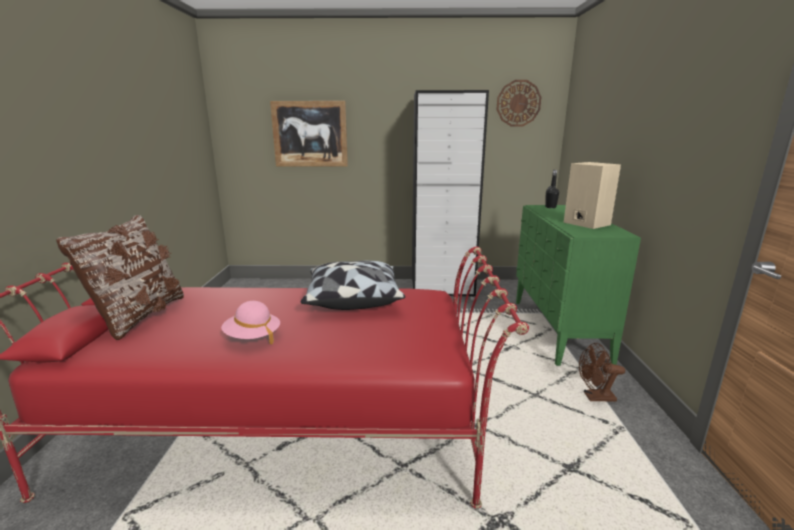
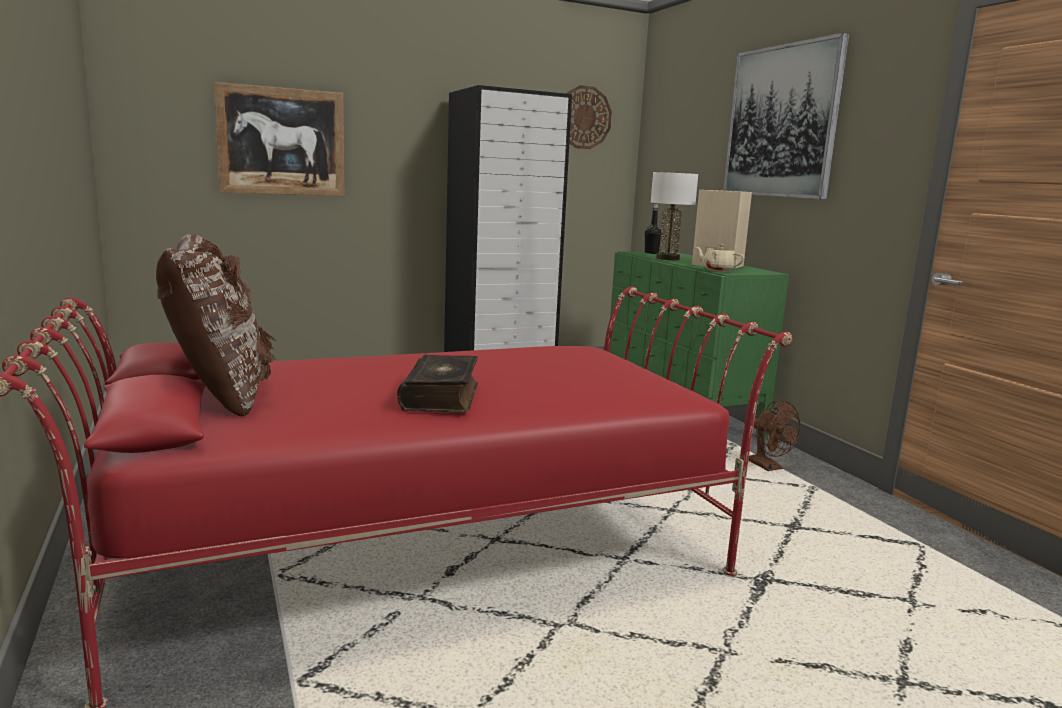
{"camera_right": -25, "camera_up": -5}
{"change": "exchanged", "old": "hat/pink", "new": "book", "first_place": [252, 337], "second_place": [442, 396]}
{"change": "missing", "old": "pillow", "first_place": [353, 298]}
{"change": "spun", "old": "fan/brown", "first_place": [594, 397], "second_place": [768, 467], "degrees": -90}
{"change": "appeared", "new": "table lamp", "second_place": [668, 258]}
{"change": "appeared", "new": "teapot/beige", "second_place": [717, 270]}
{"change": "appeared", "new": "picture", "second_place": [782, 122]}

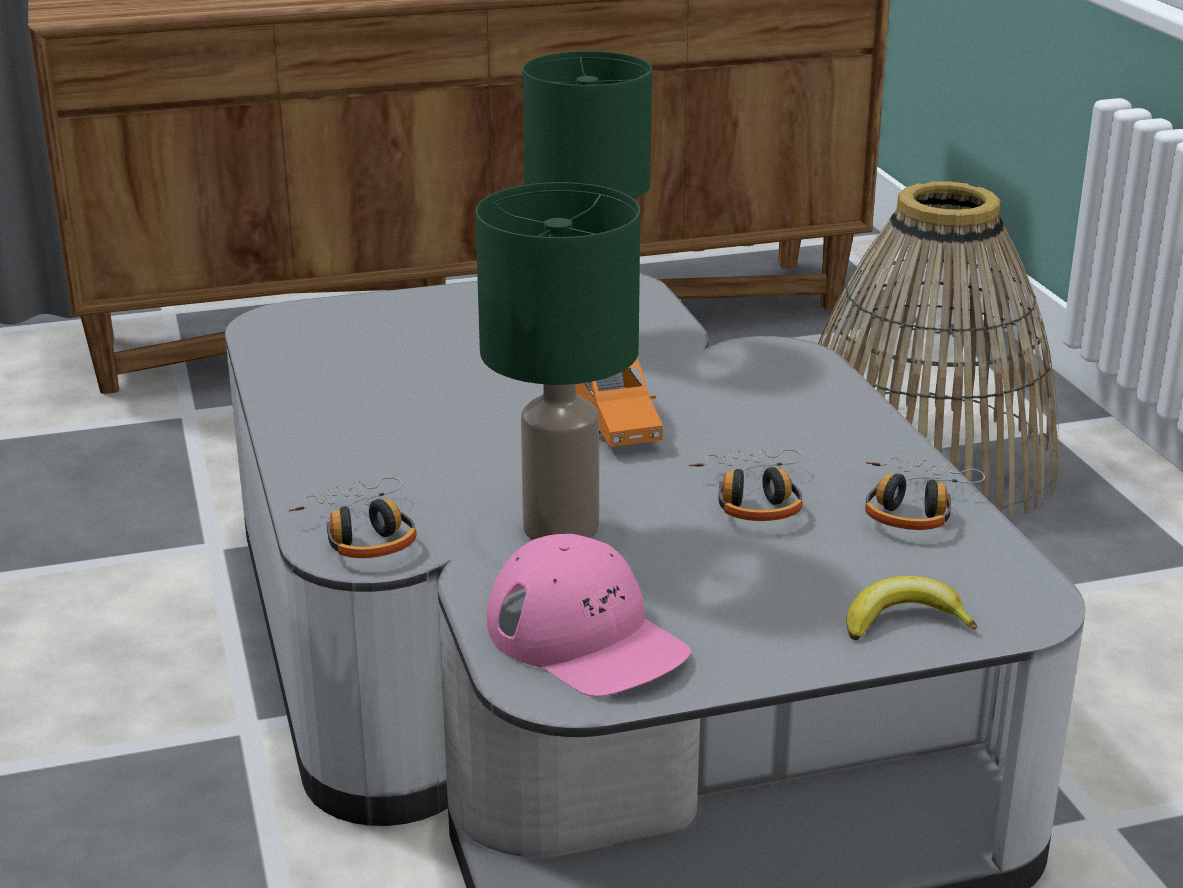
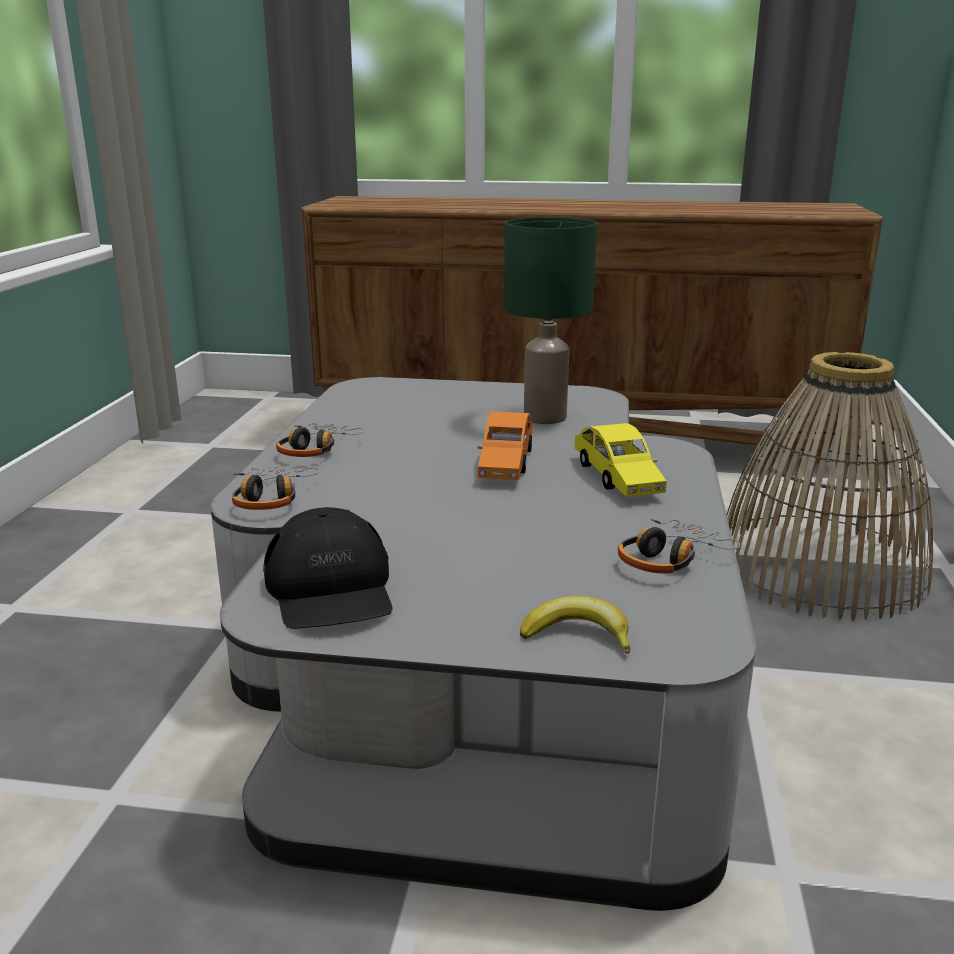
{"camera_right": 25, "camera_up": -5}
{"change": "missing", "old": "table lamp/green", "first_place": [560, 526]}
{"change": "colour", "old": "cap/pink", "new": "cap/black", "first_place": [586, 638], "second_place": [331, 589]}
{"change": "relocated", "old": "headphones", "first_place": [753, 498], "second_place": [315, 449]}
{"change": "appeared", "new": "toy car/yellow", "second_place": [616, 477]}

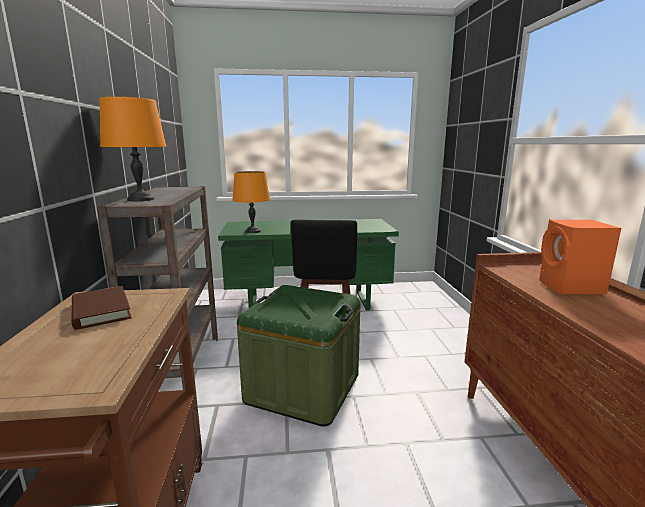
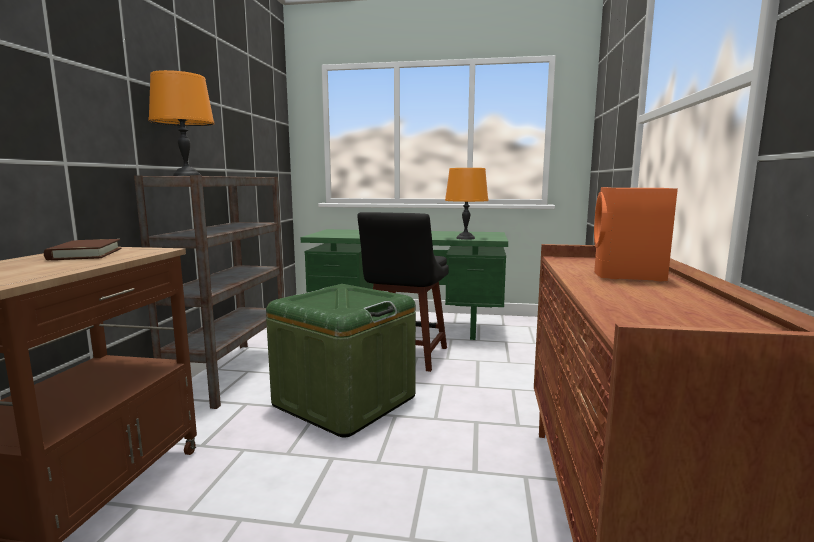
{"camera_right": 15, "camera_up": -5}
{"change": "relocated", "old": "table lamp/orange", "first_place": [253, 231], "second_place": [466, 238]}

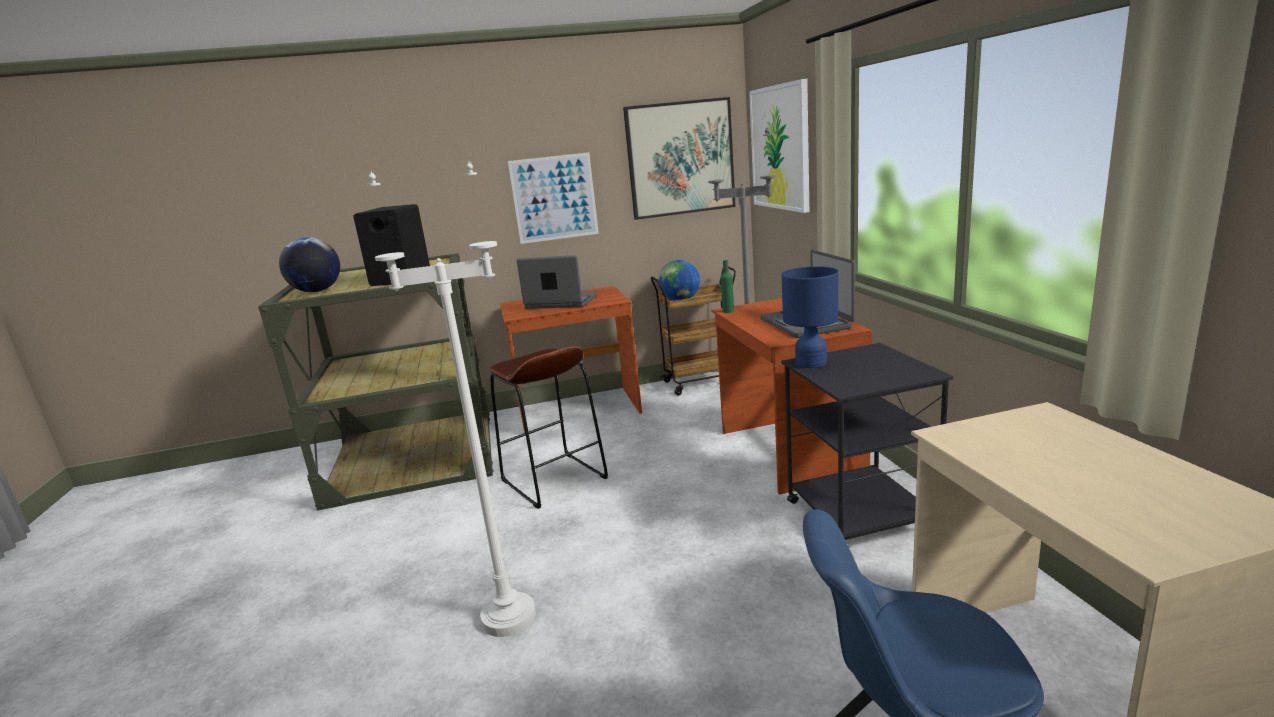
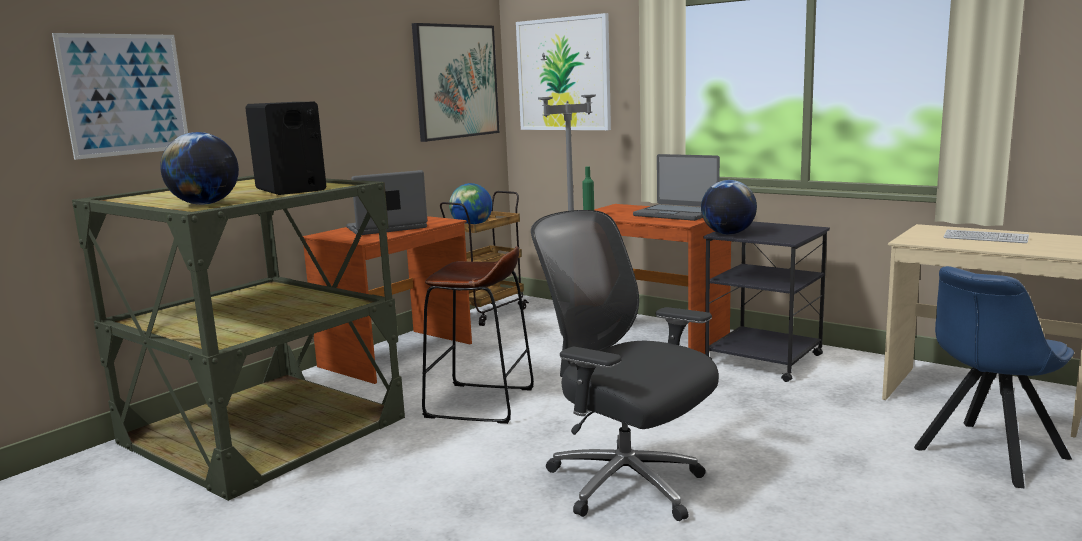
{"camera_right": -40, "camera_up": -5}
{"change": "exchanged", "old": "floor lamp/white", "new": "office chair", "first_place": [509, 617], "second_place": [627, 485]}
{"change": "relocated", "old": "picture", "first_place": [554, 198], "second_place": [125, 94]}
{"change": "exchanged", "old": "table lamp/blue", "new": "globe", "first_place": [810, 363], "second_place": [728, 234]}
{"change": "appeared", "new": "keyboard", "second_place": [985, 238]}

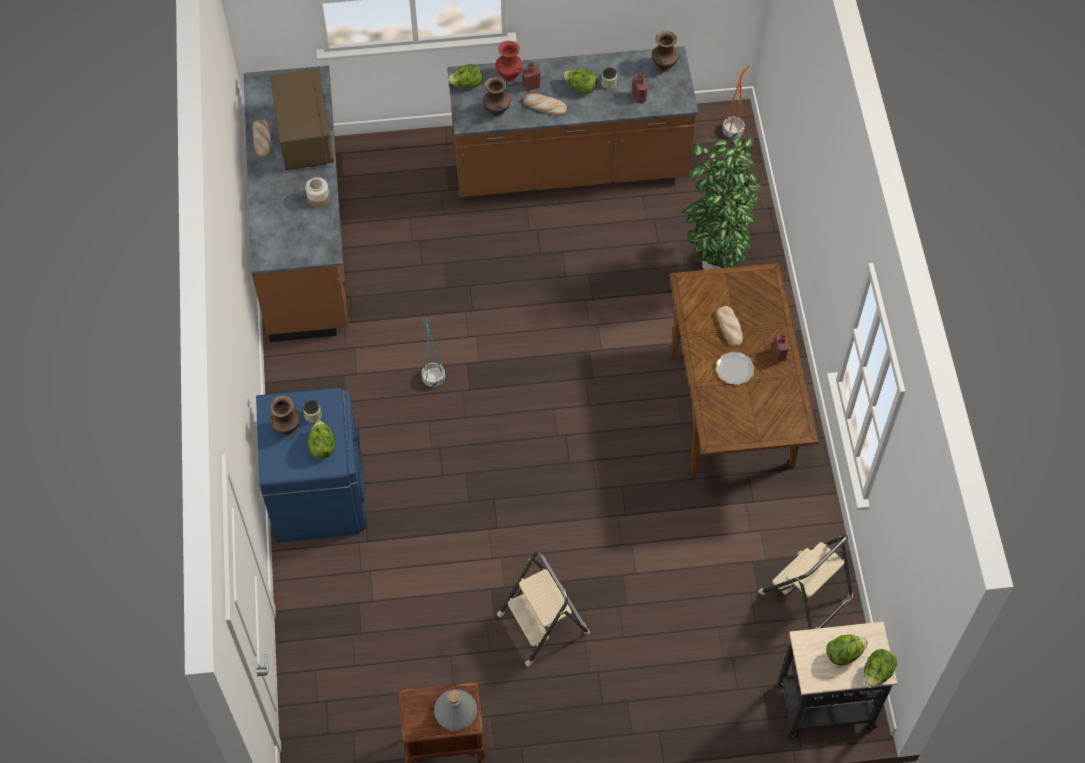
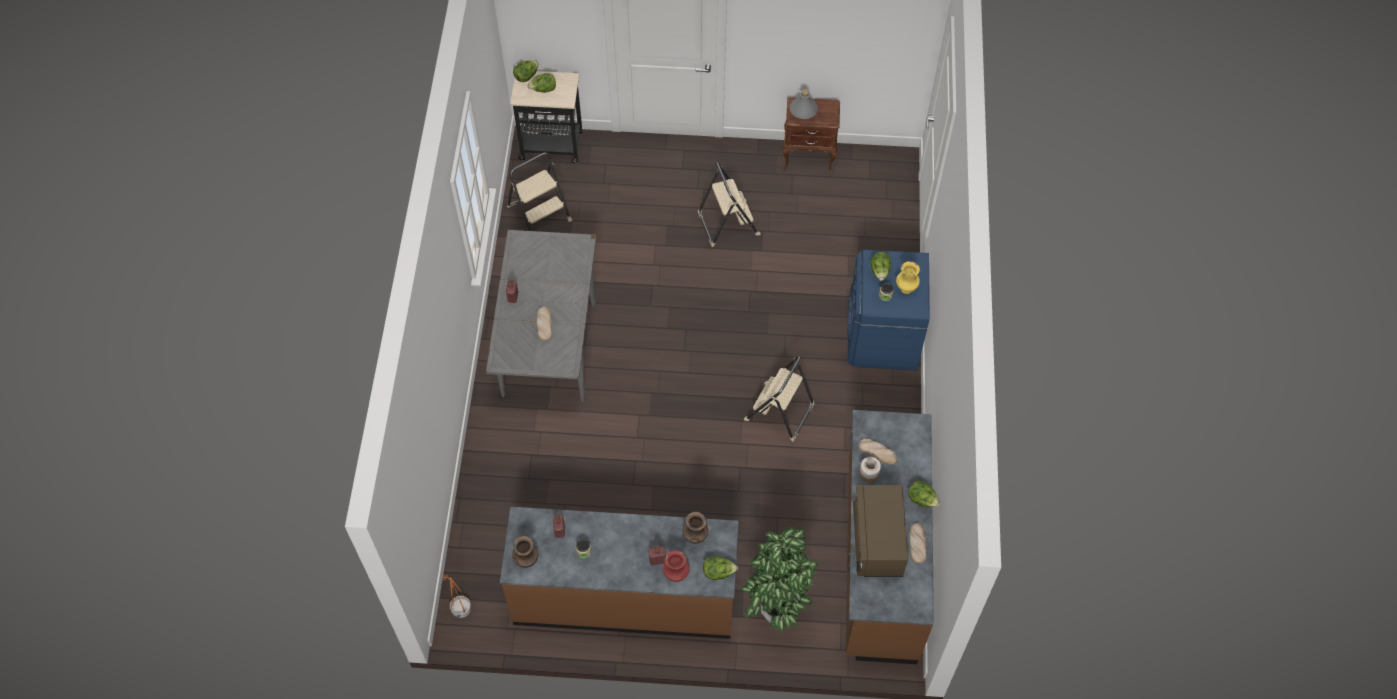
{"camera_right": -170, "camera_up": 0}
{"change": "colour", "old": "vase/brown", "new": "vase/yellow", "first_place": [287, 428], "second_place": [905, 289]}
{"change": "exchanged", "old": "planter/turquoise", "new": "step ladder/beige", "first_place": [433, 378], "second_place": [781, 413]}
{"change": "relocated", "old": "bread", "first_place": [544, 106], "second_place": [878, 452]}
{"change": "relocated", "old": "lettuce", "first_place": [580, 88], "second_place": [922, 499]}
{"change": "colour", "old": "dining table/brown", "new": "dining table/grey", "first_place": [731, 411], "second_place": [549, 348]}
{"change": "relocated", "old": "potted plant", "first_place": [713, 269], "second_place": [776, 616]}
{"change": "missing", "old": "plate", "first_place": [735, 369]}

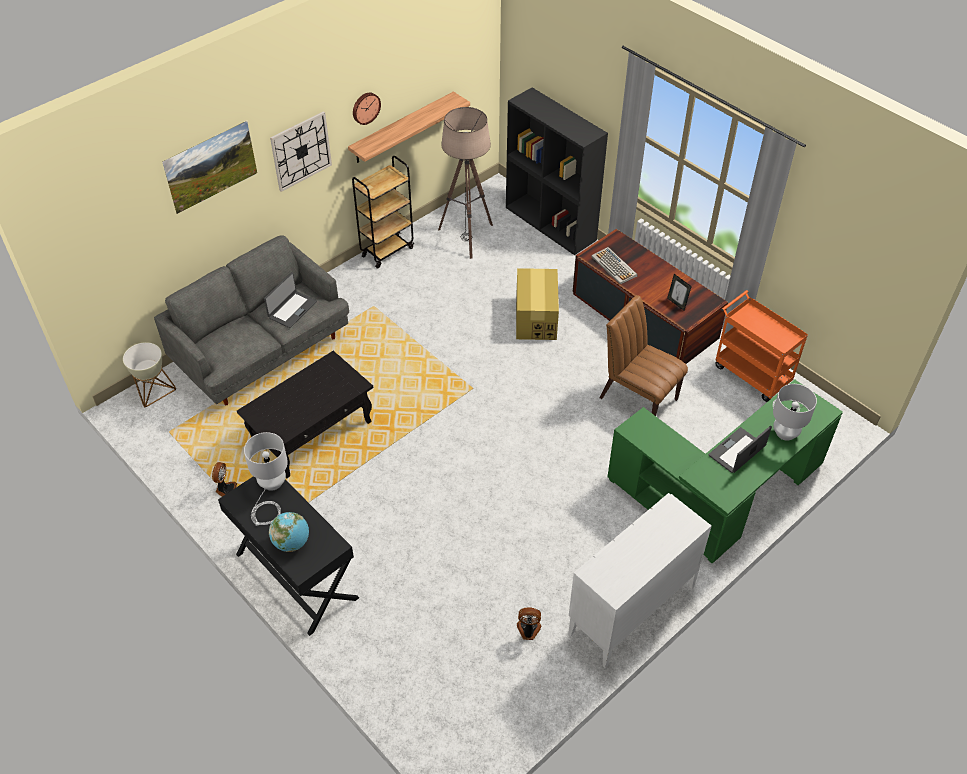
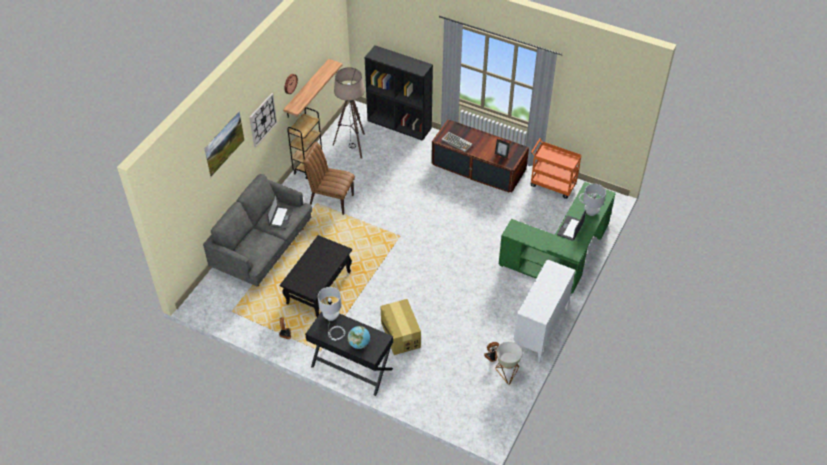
{"camera_right": -20, "camera_up": 0}
{"change": "relocated", "old": "planter", "first_place": [155, 392], "second_place": [507, 372]}
{"change": "relocated", "old": "cardboard box", "first_place": [536, 318], "second_place": [400, 334]}
{"change": "relocated", "old": "chair/brown", "first_place": [639, 399], "second_place": [331, 200]}

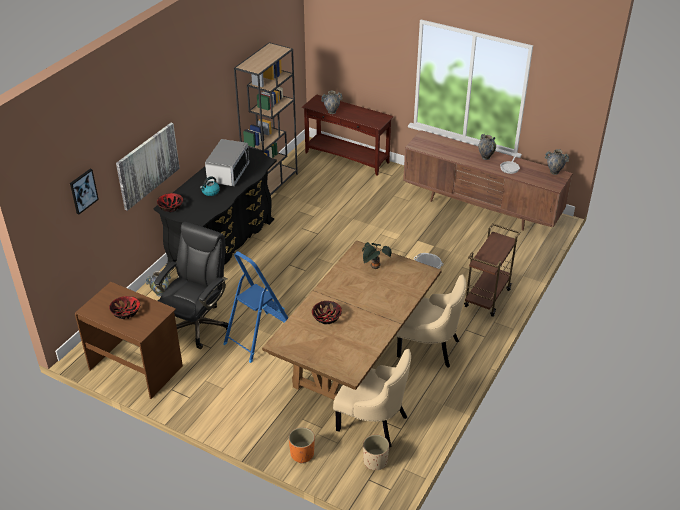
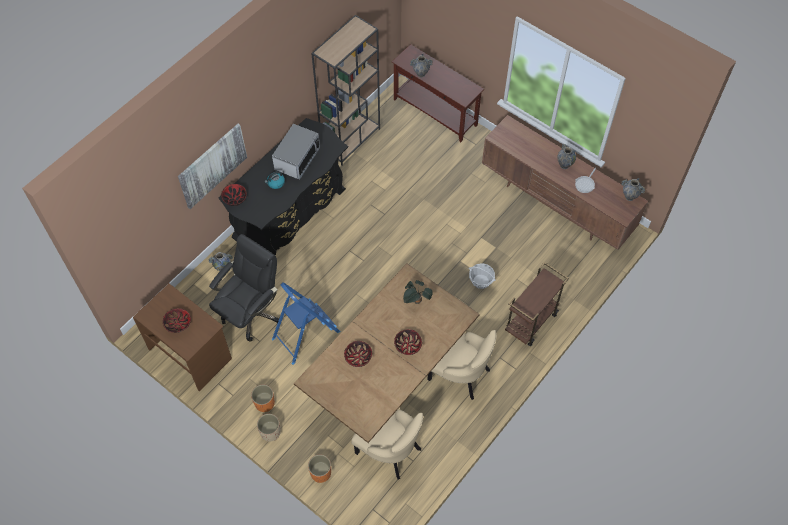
{"camera_right": 10, "camera_up": 20}
{"change": "missing", "old": "picture", "first_place": [83, 191]}
{"change": "relocated", "old": "planter/beige", "first_place": [375, 461], "second_place": [270, 432]}
{"change": "appeared", "new": "planter/orange", "second_place": [264, 403]}
{"change": "appeared", "new": "bowl", "second_place": [408, 345]}

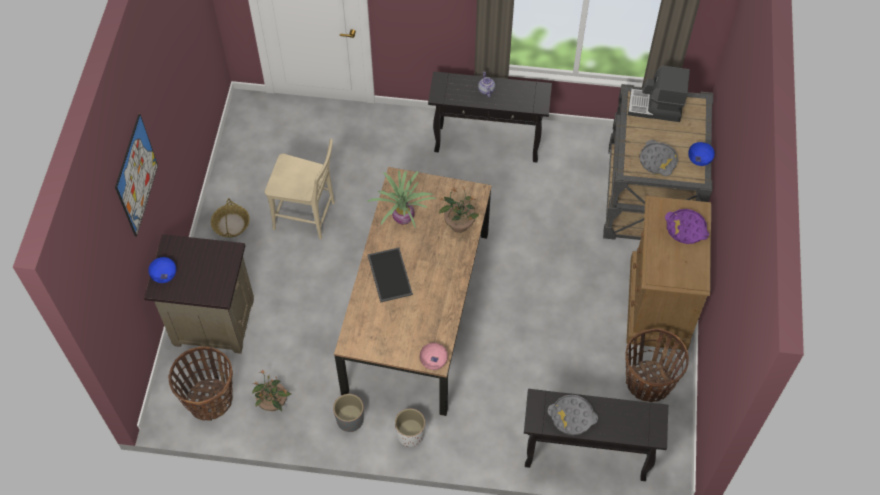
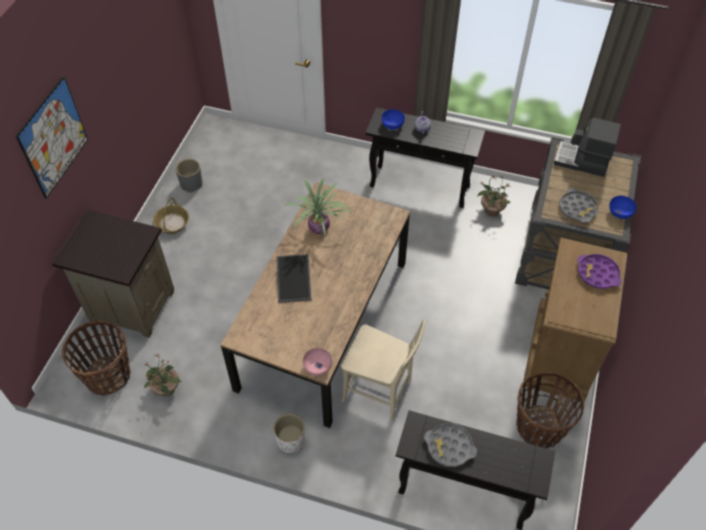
{"camera_right": 10, "camera_up": -5}
{"change": "relocated", "old": "bowl/blue", "first_place": [164, 274], "second_place": [393, 125]}
{"change": "relocated", "old": "chair/beige", "first_place": [307, 216], "second_place": [380, 392]}
{"change": "relocated", "old": "planter/grey", "first_place": [350, 419], "second_place": [191, 184]}
{"change": "relocated", "old": "potted plant", "first_place": [459, 224], "second_place": [491, 210]}

